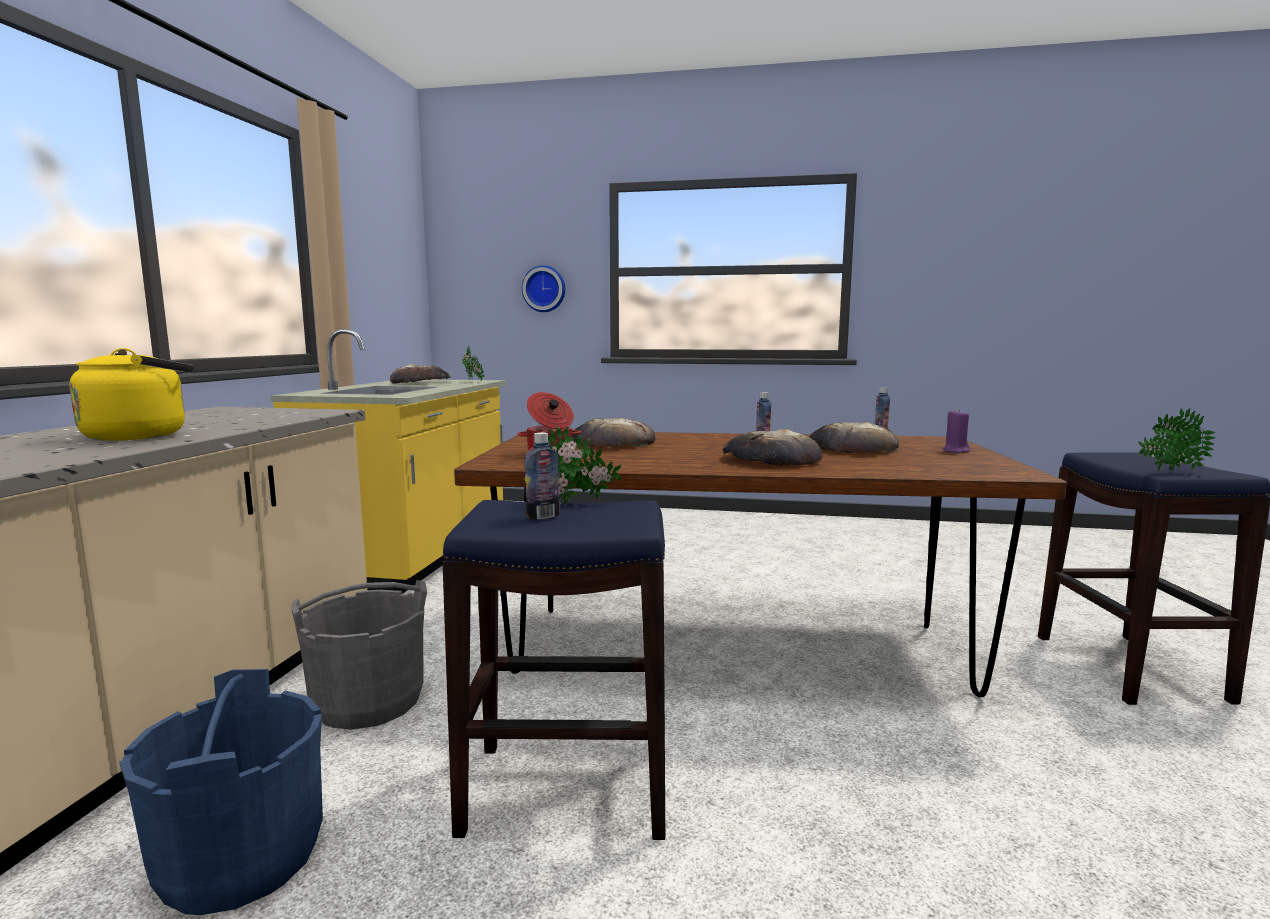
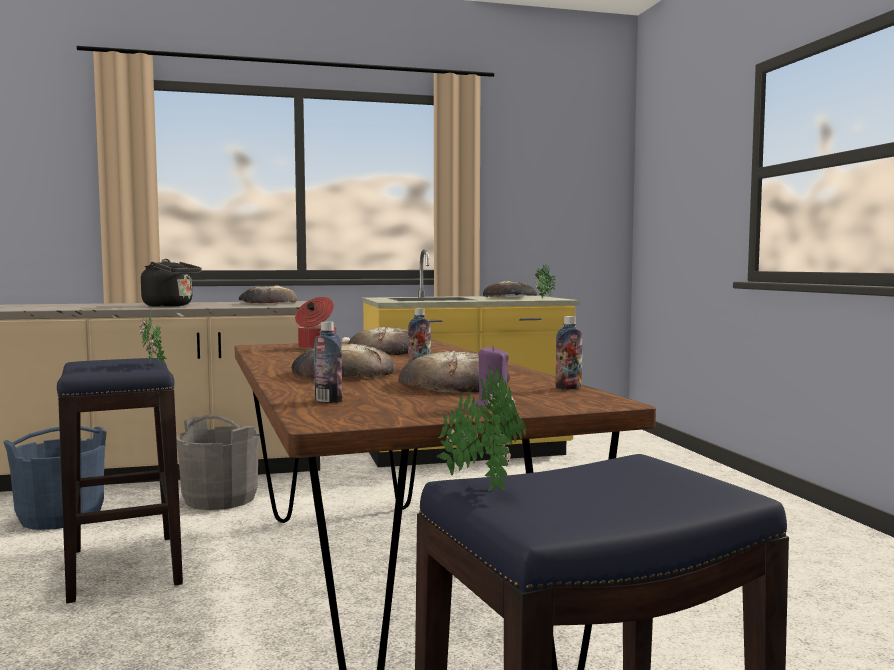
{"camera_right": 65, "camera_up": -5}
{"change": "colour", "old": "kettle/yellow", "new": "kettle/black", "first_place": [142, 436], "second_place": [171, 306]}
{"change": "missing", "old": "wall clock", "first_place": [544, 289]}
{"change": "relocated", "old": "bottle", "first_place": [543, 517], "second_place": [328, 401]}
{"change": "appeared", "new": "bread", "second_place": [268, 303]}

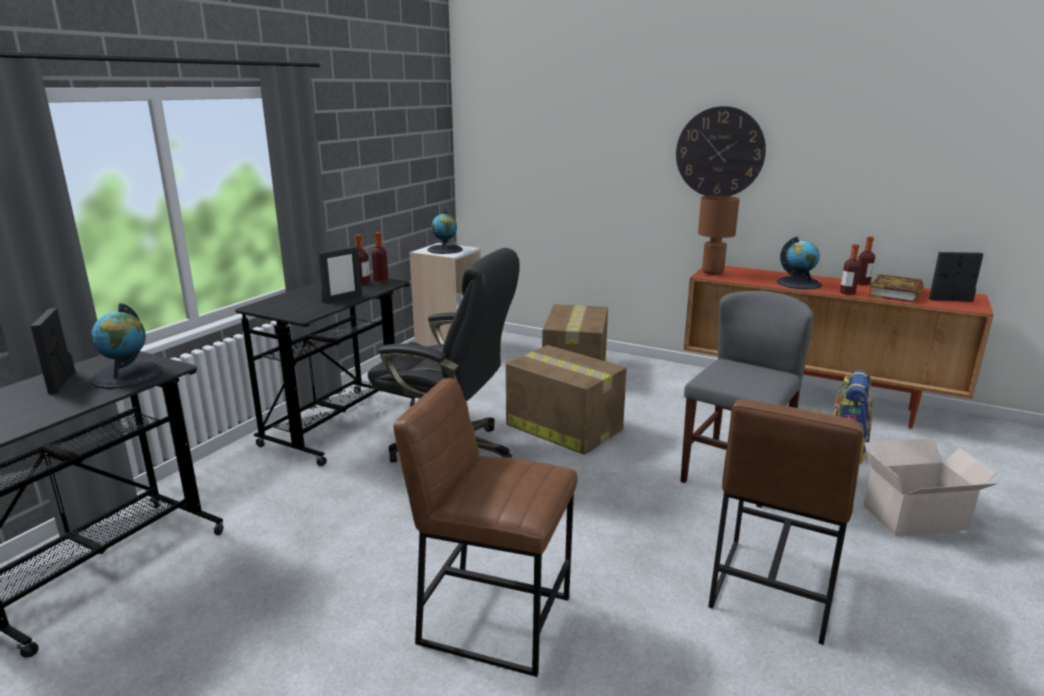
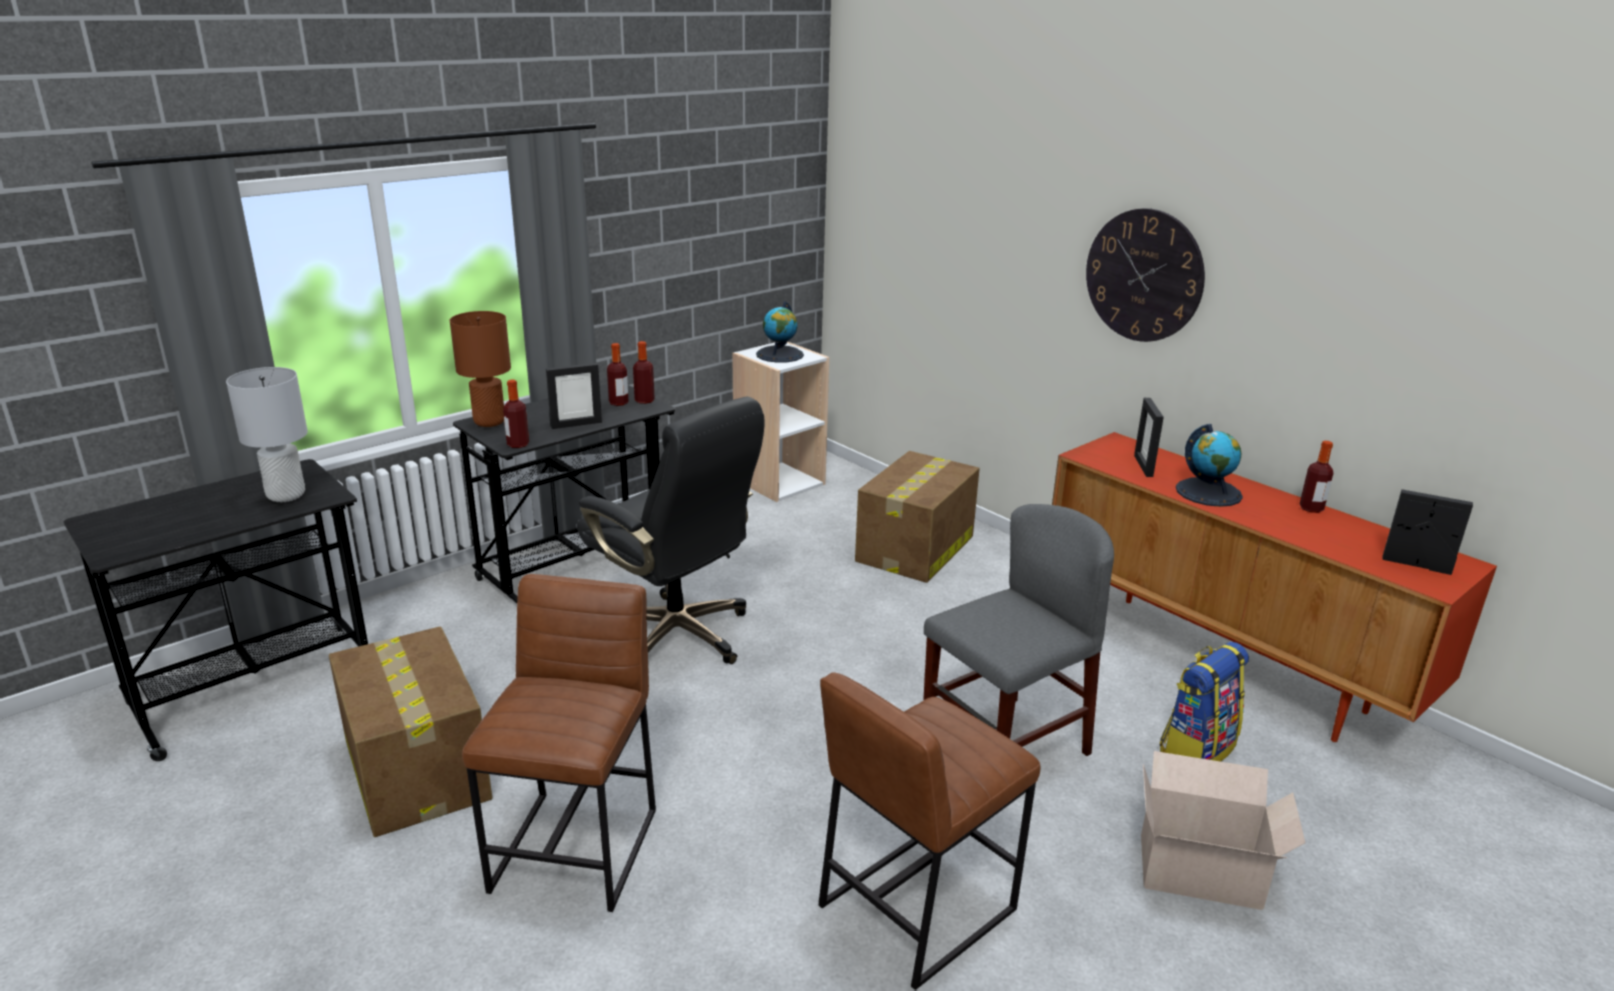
{"camera_right": 20, "camera_up": 5}
{"change": "relocated", "old": "picture frame", "first_place": [62, 382], "second_place": [1144, 466]}
{"change": "exchanged", "old": "globe", "new": "table lamp/grey", "first_place": [127, 375], "second_place": [286, 498]}
{"change": "spun", "old": "chair/brown", "first_place": [492, 619], "second_place": [576, 847], "degrees": 60}
{"change": "relocated", "old": "cardboard box", "first_place": [562, 426], "second_place": [416, 768]}
{"change": "relocated", "old": "table lamp/brown", "first_place": [713, 273], "second_place": [490, 424]}
{"change": "relocated", "old": "bottle", "first_place": [847, 293], "second_place": [518, 444]}
{"change": "missing", "old": "book", "first_place": [896, 293]}

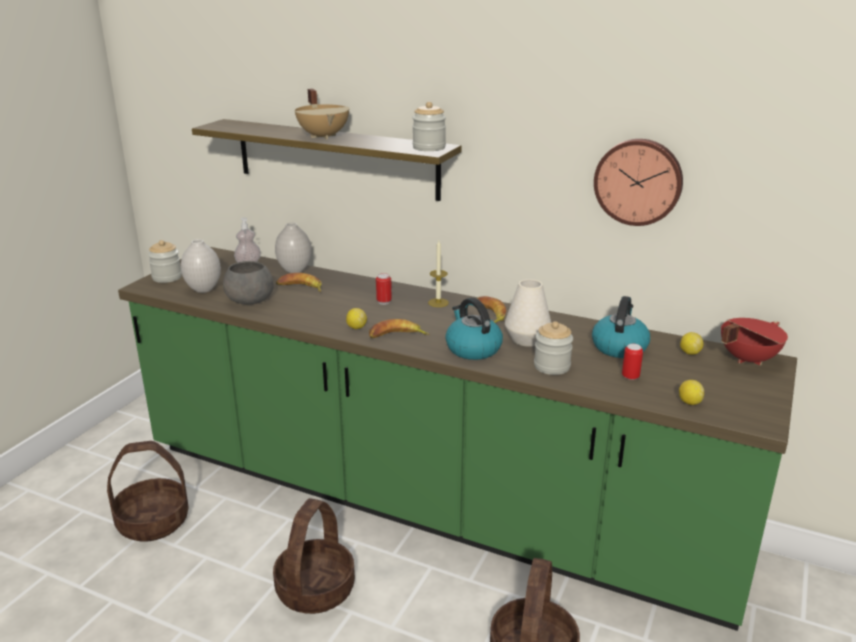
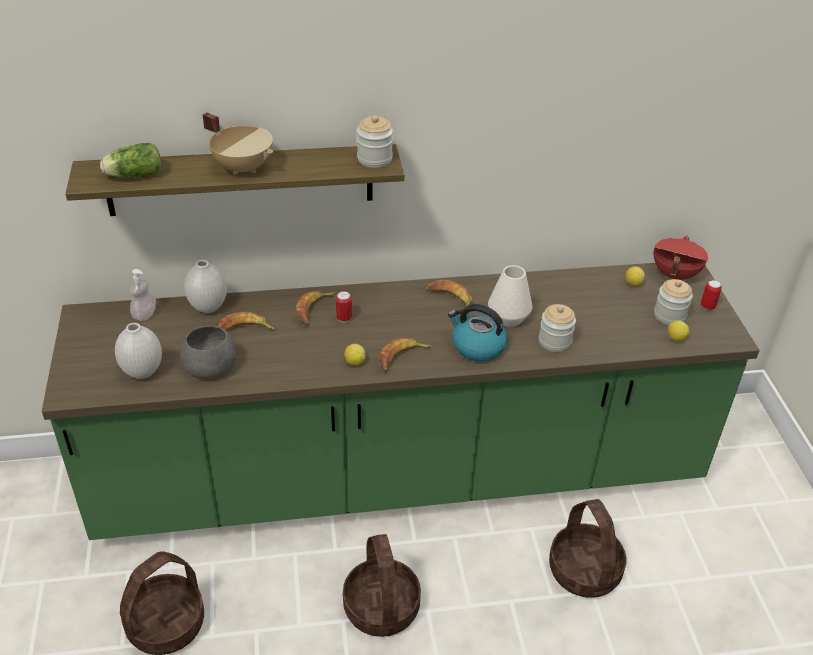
{"camera_right": -35, "camera_up": 15}
{"change": "relocated", "old": "jar", "first_place": [167, 277], "second_place": [669, 315]}
{"change": "missing", "old": "candle", "first_place": [438, 302]}
{"change": "missing", "old": "kettle", "first_place": [619, 347]}
{"change": "missing", "old": "wall clock", "first_place": [638, 181]}
{"change": "relocated", "old": "can", "first_place": [630, 377], "second_place": [707, 306]}
{"change": "appeared", "new": "lettuce", "second_place": [133, 175]}
{"change": "appeared", "new": "banana", "second_place": [314, 310]}

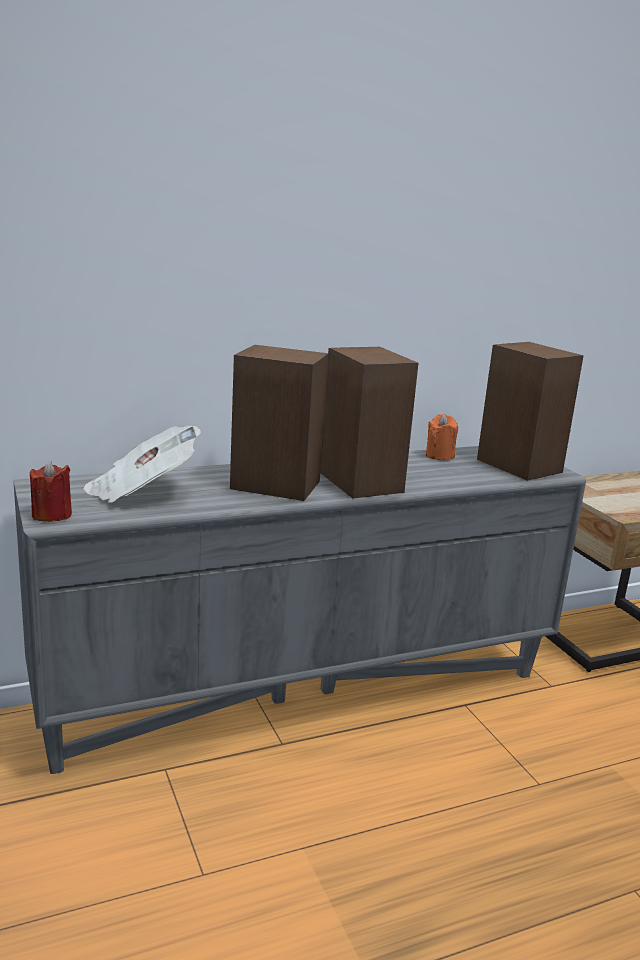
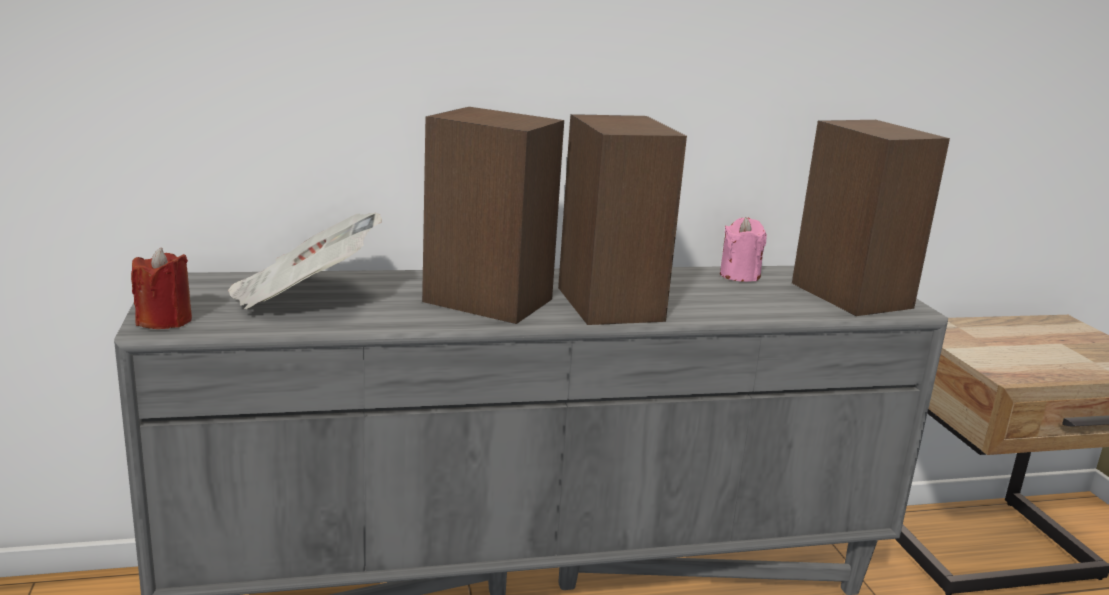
{"camera_right": 10, "camera_up": 0}
{"change": "colour", "old": "candle/orange", "new": "candle/pink", "first_place": [440, 456], "second_place": [739, 275]}

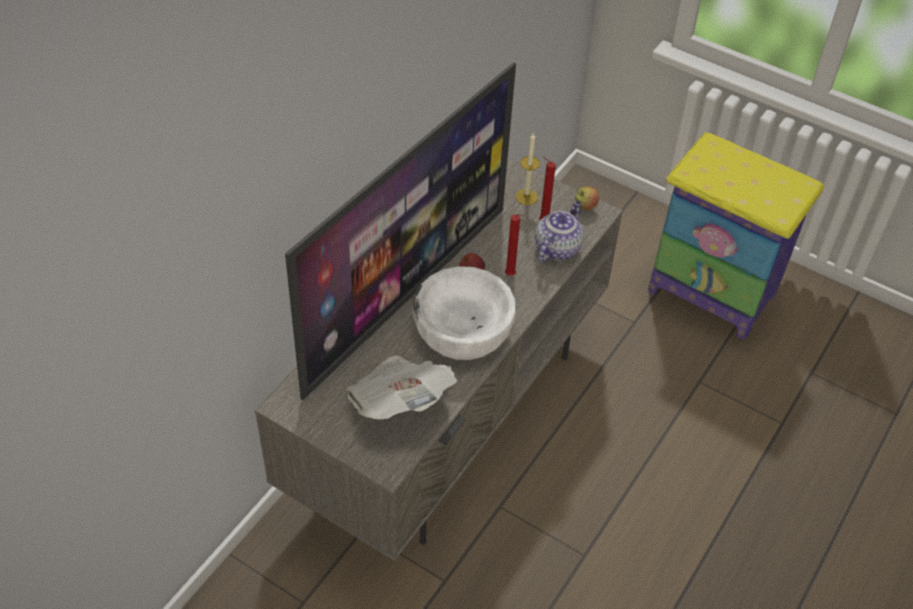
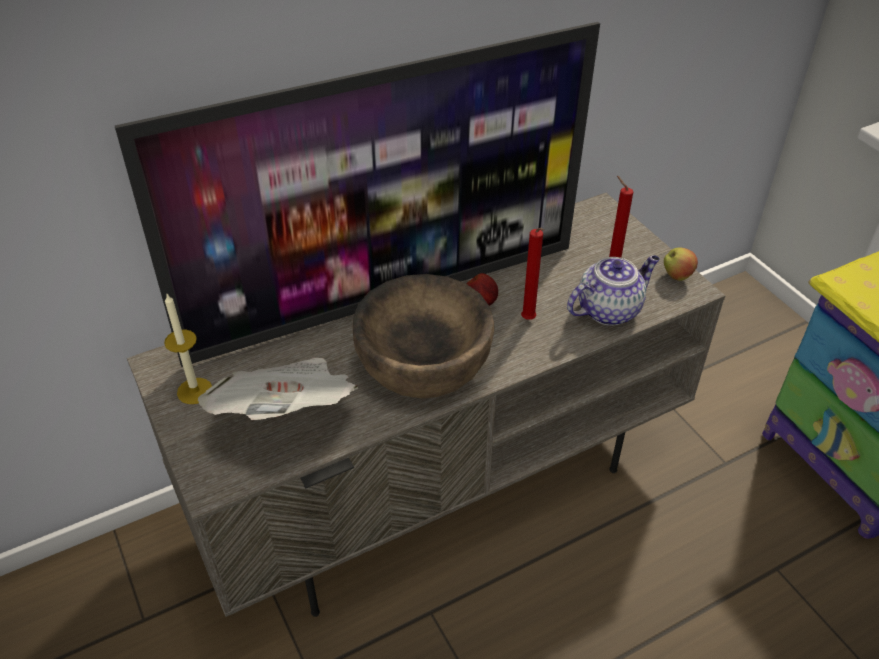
{"camera_right": 30, "camera_up": -5}
{"change": "colour", "old": "bowl/white", "new": "bowl/brown", "first_place": [463, 332], "second_place": [423, 362]}
{"change": "relocated", "old": "candle", "first_place": [526, 197], "second_place": [194, 391]}

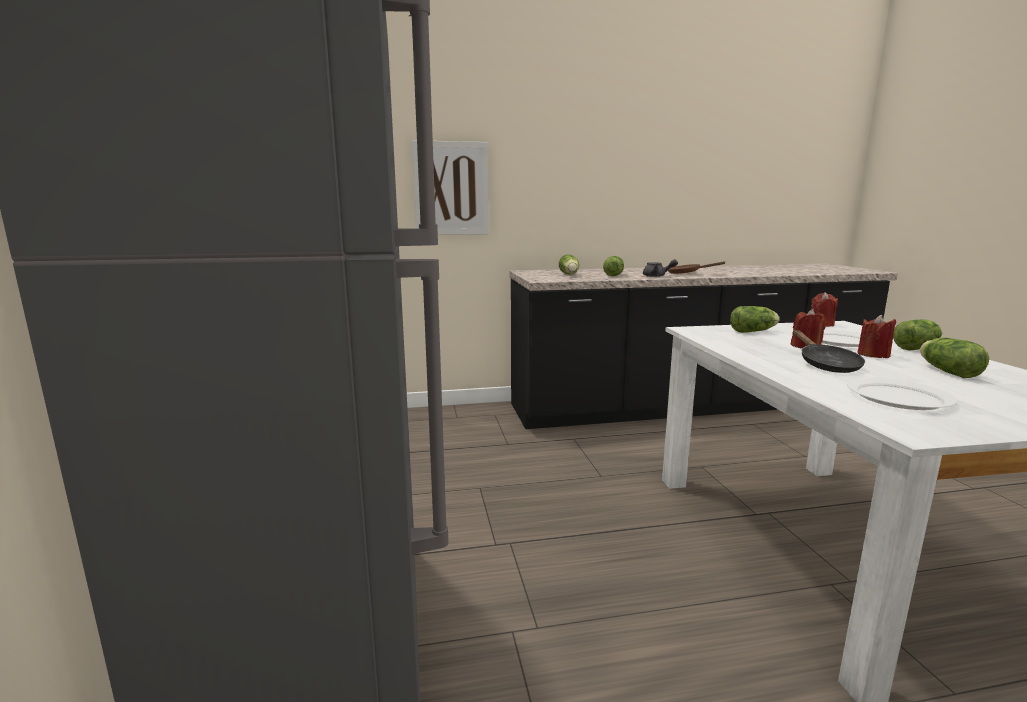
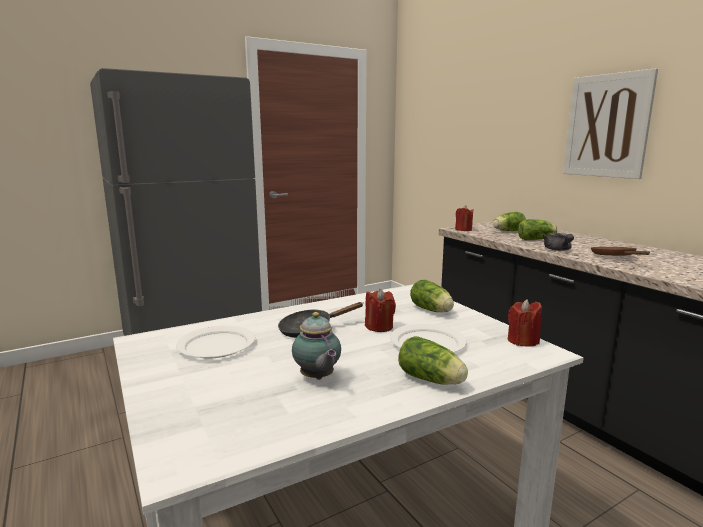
{"camera_right": 70, "camera_up": 0}
{"change": "relocated", "old": "picture", "first_place": [451, 189], "second_place": [607, 126]}
{"change": "relocated", "old": "candle/red", "first_place": [873, 355], "second_place": [463, 229]}
{"change": "exchanged", "old": "lettuce", "new": "teapot", "first_place": [946, 371], "second_place": [317, 378]}

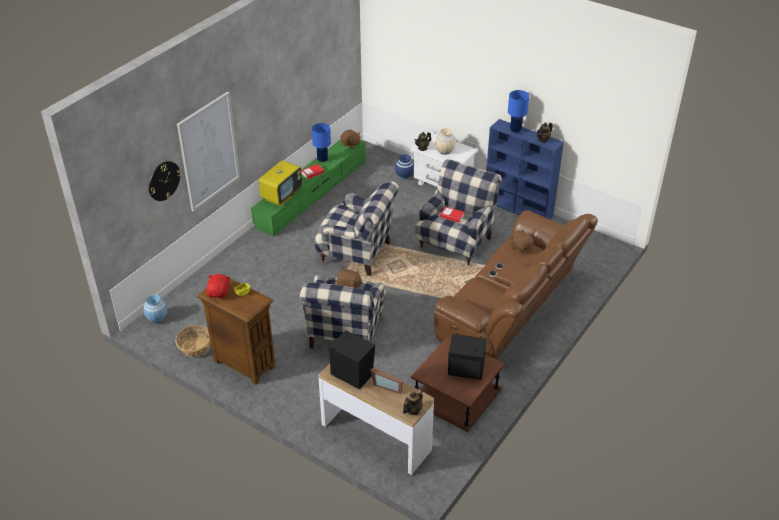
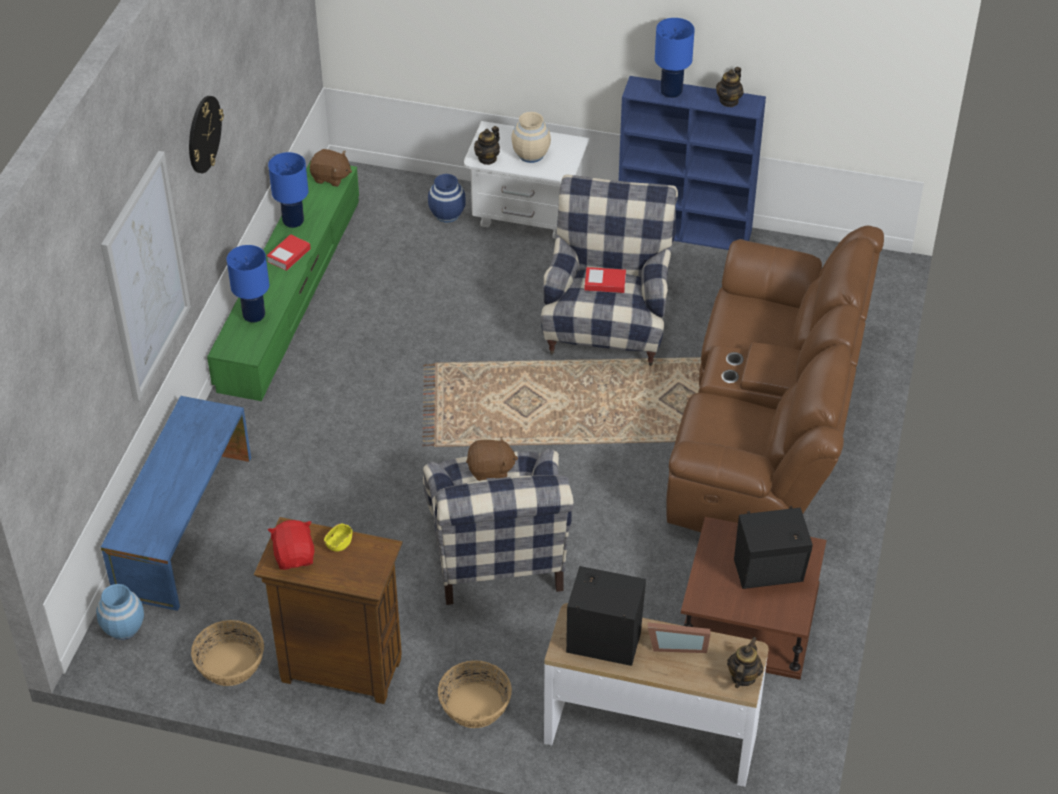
{"camera_right": -20, "camera_up": 5}
{"change": "relocated", "old": "wall clock", "first_place": [164, 180], "second_place": [203, 134]}
{"change": "exchanged", "old": "television", "new": "table lamp/blue", "first_place": [281, 195], "second_place": [254, 317]}
{"change": "missing", "old": "armchair", "first_place": [357, 253]}
{"change": "missing", "old": "plush toy/brown", "first_place": [520, 247]}
{"change": "appeared", "new": "bench/blue", "second_place": [183, 523]}
{"change": "appeared", "new": "basket", "second_place": [474, 706]}

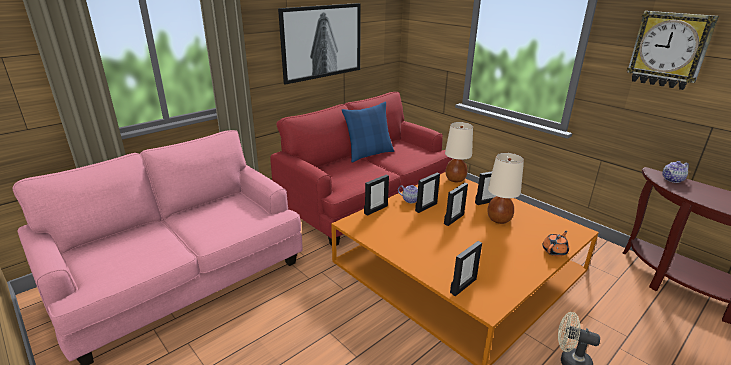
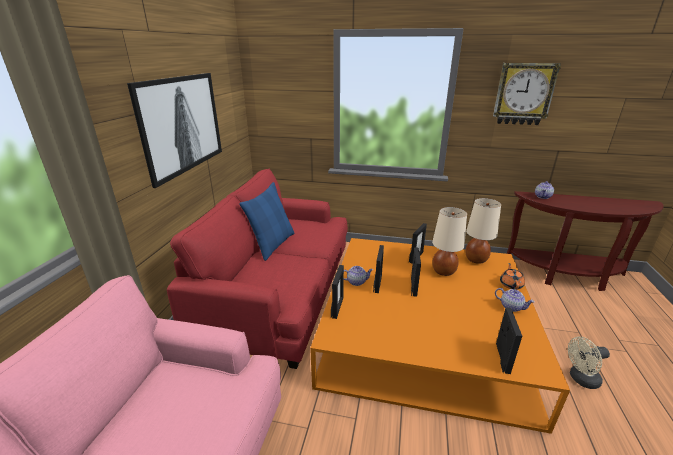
{"camera_right": -35, "camera_up": 0}
{"change": "relocated", "old": "table lamp/beige", "first_place": [455, 179], "second_place": [476, 259]}
{"change": "appeared", "new": "teapot", "second_place": [511, 307]}

